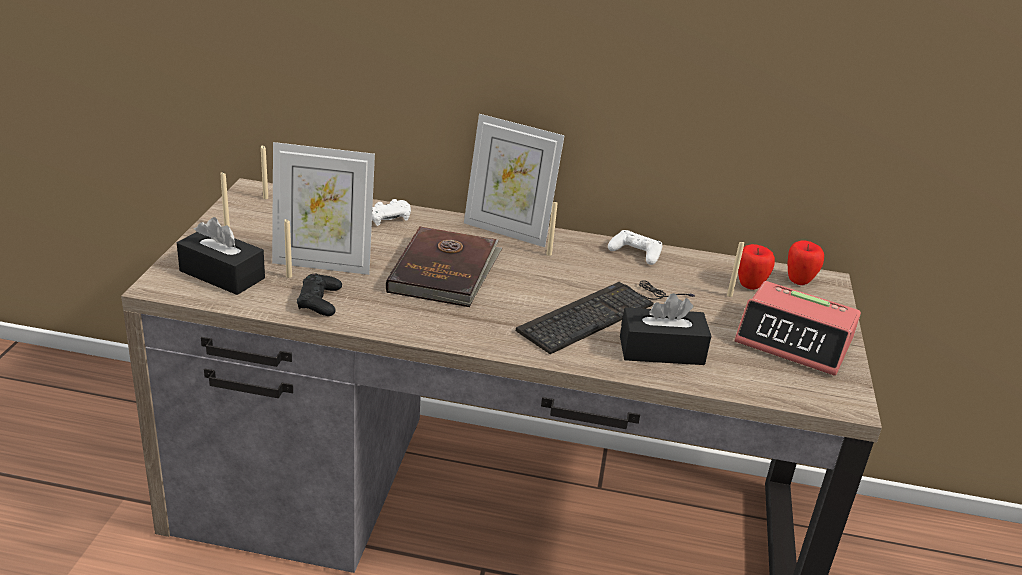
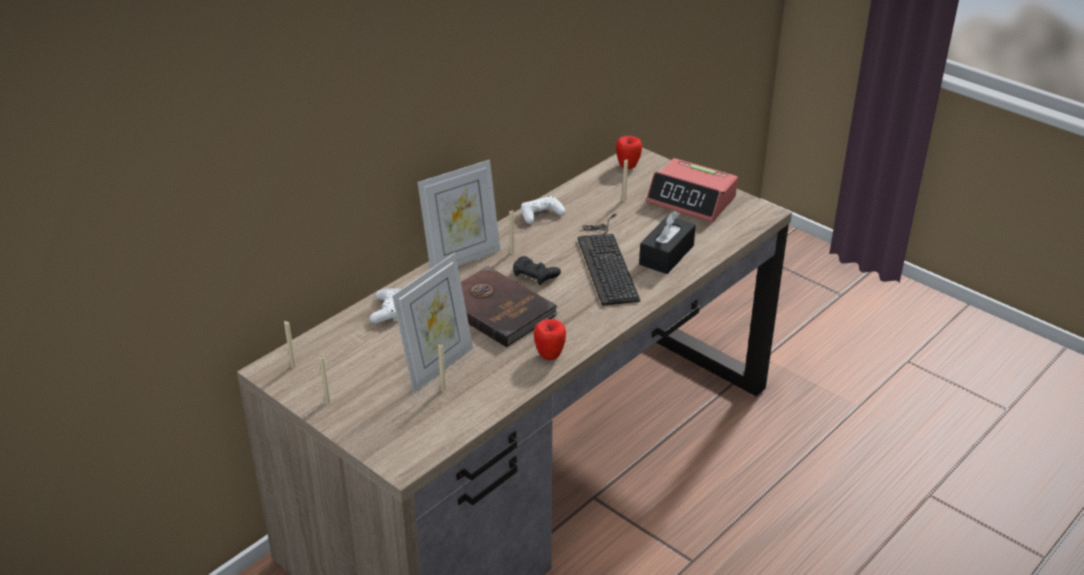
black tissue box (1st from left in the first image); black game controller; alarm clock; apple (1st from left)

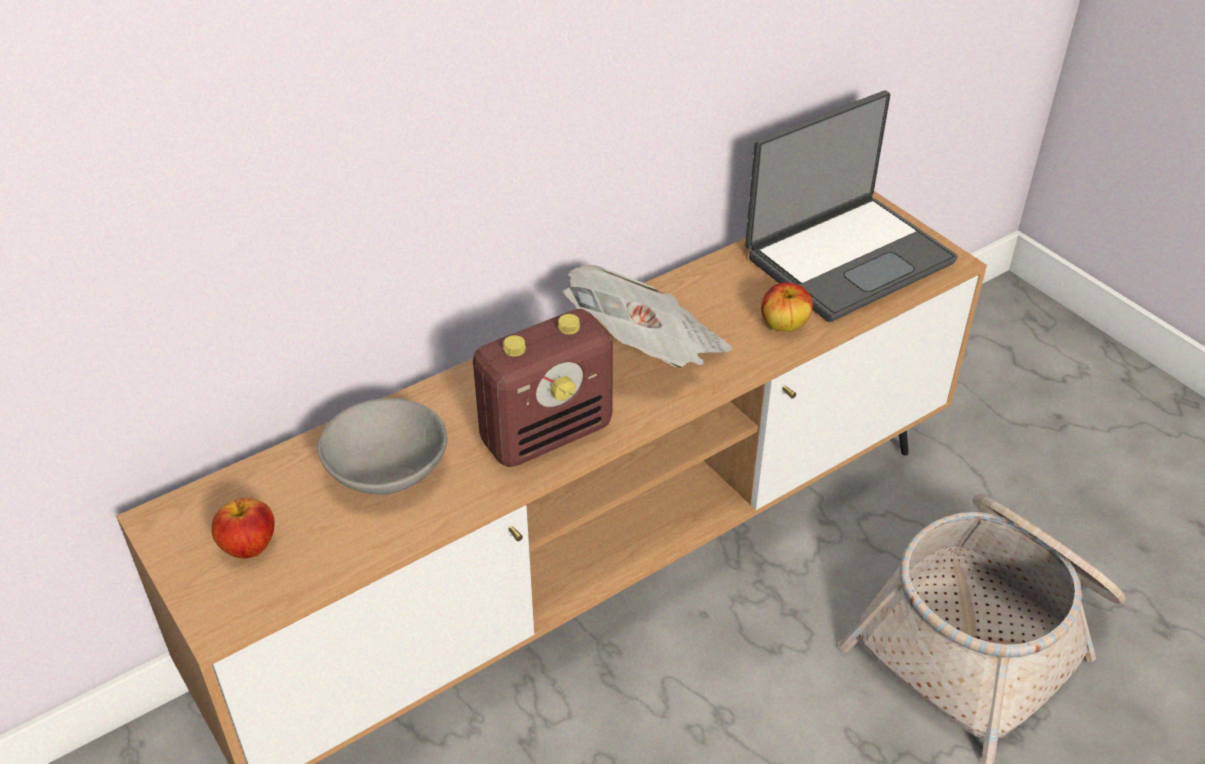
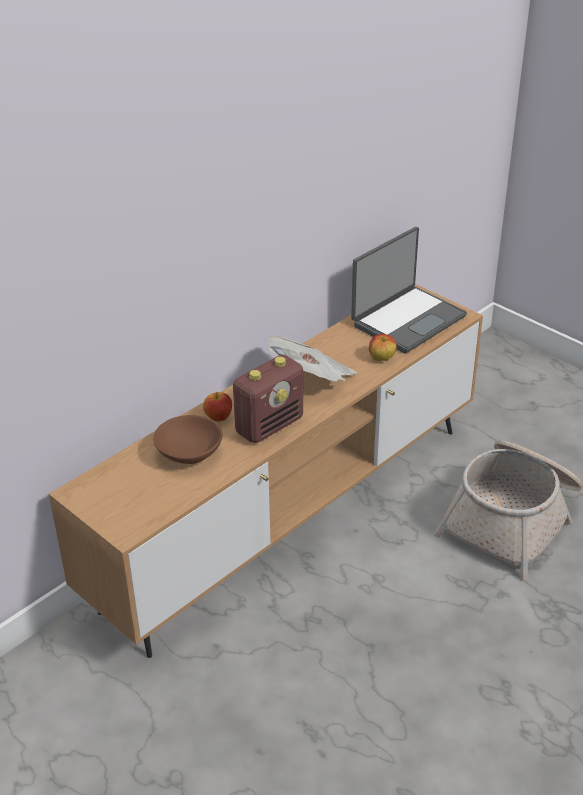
apple (1st from left); brown bowl

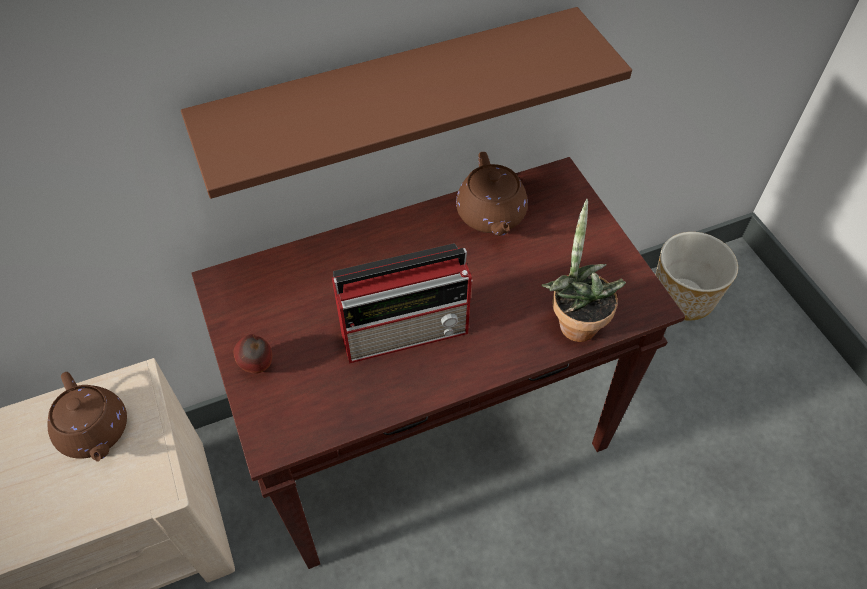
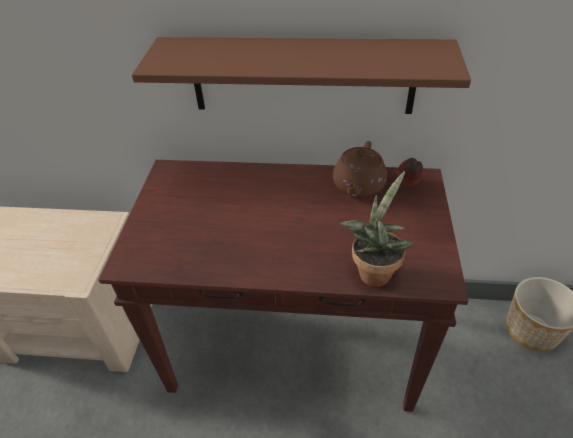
brown teapot (1st from left in the first image); apple; radio

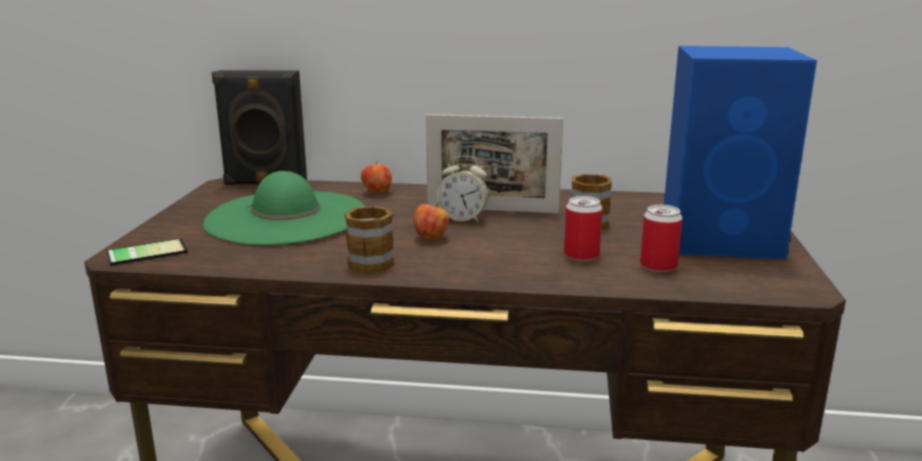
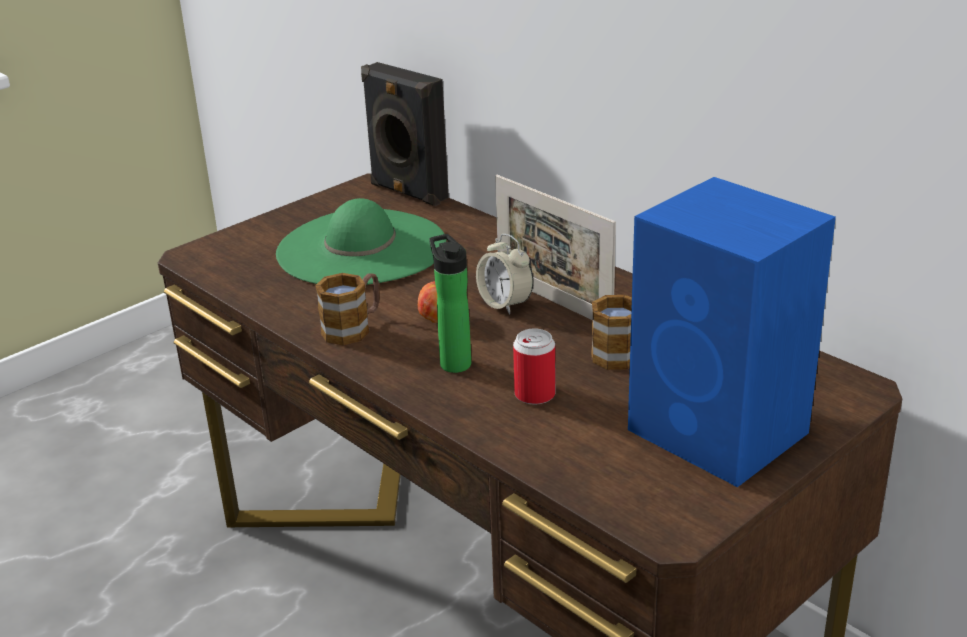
phone; apple (1st from left in the first image); can (2nd from left in the first image); bottle

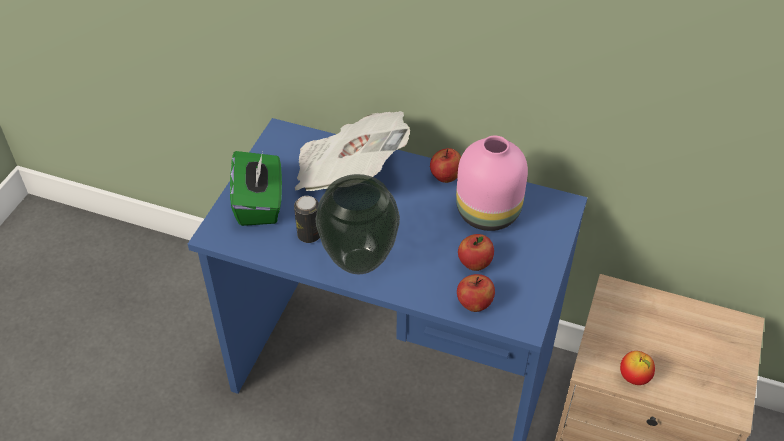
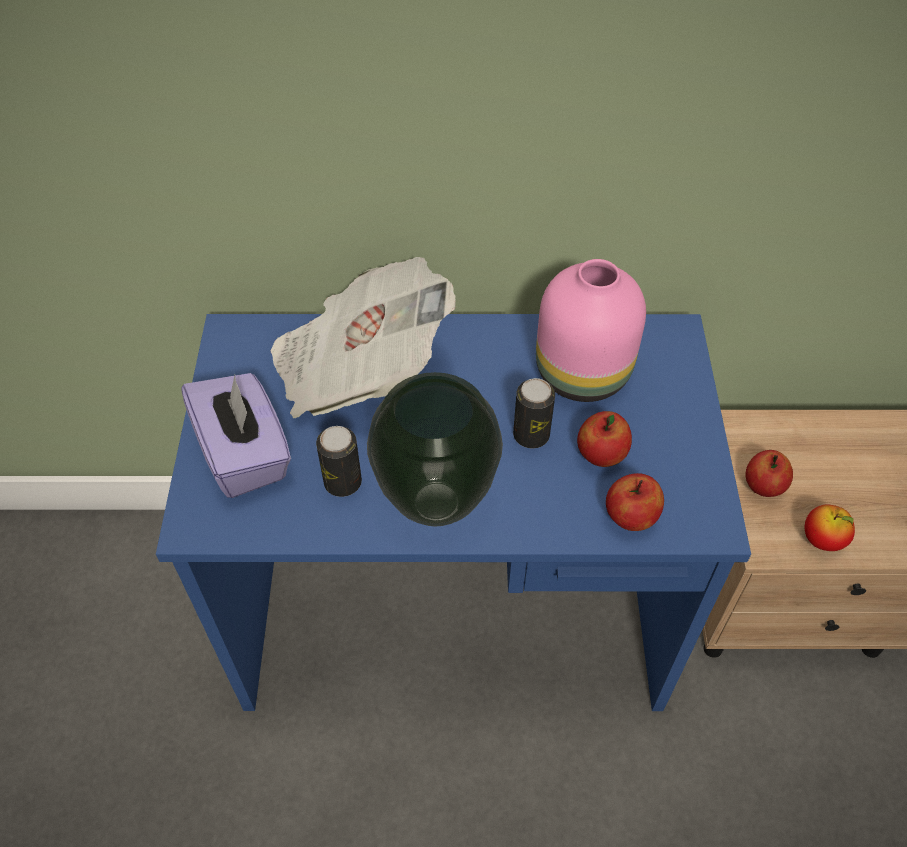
purple tissue box; apple (3rd from left); can (2nd from left)

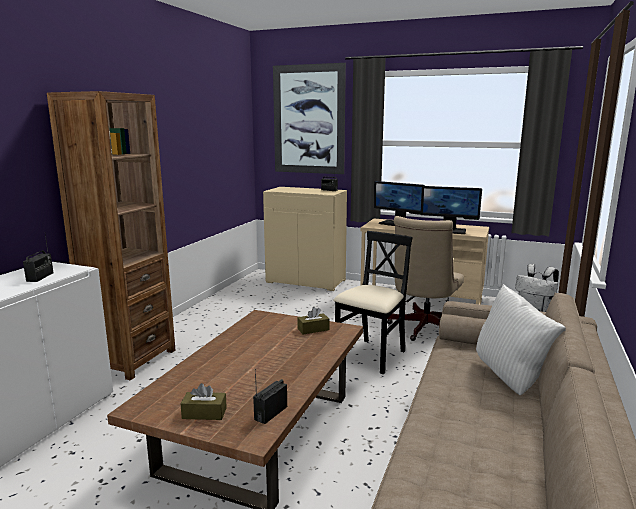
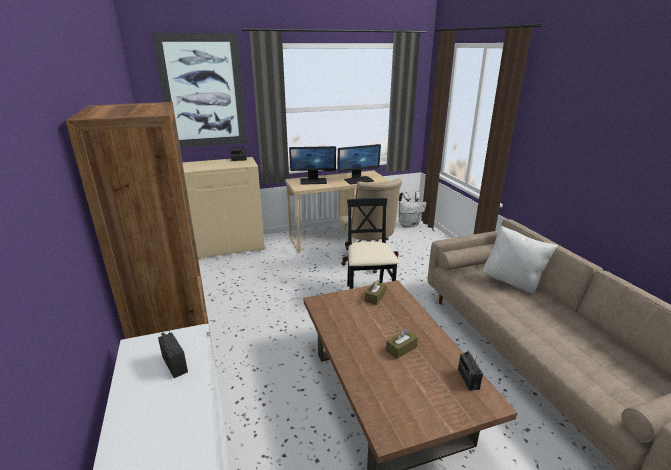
brown tissue box (2nd from left)

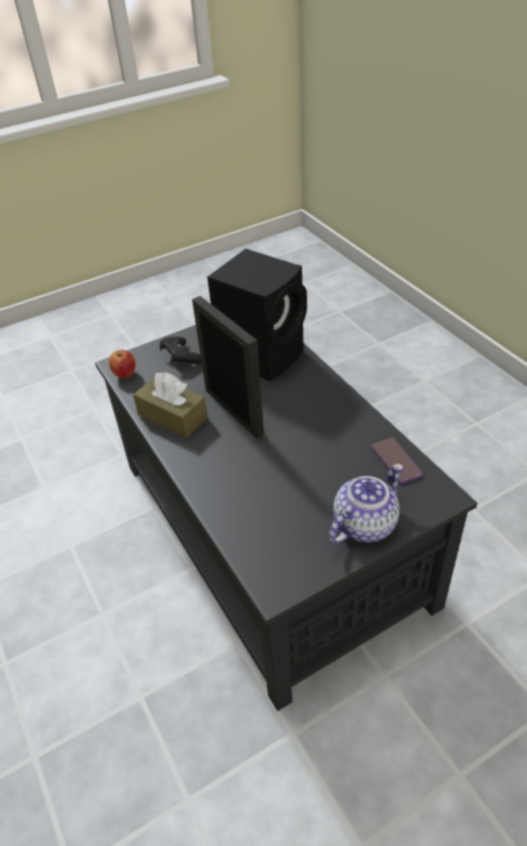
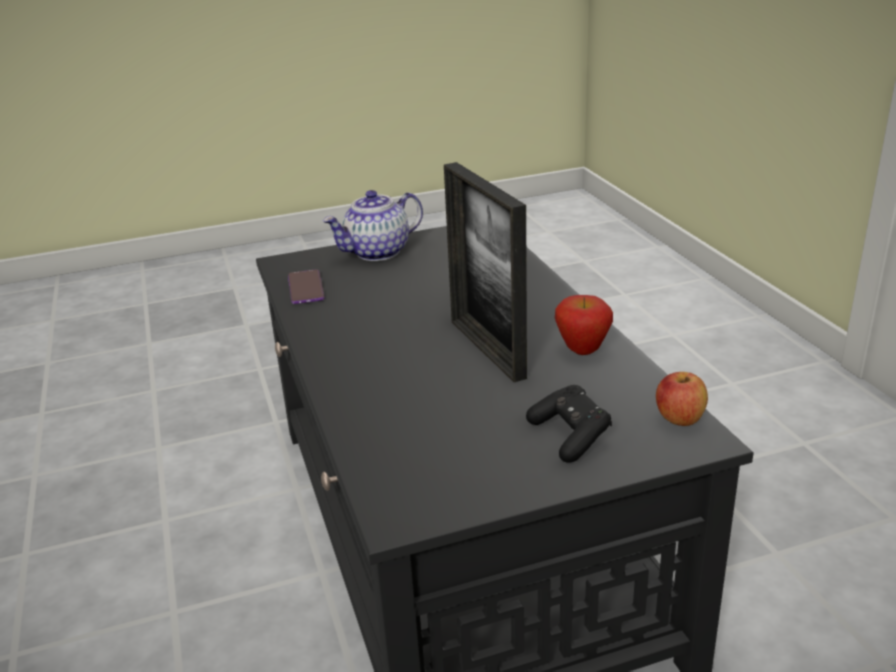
apple (1st from left); black speaker

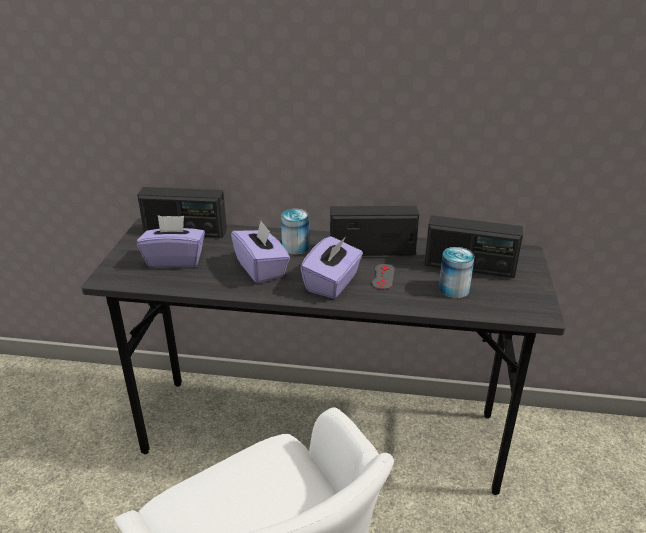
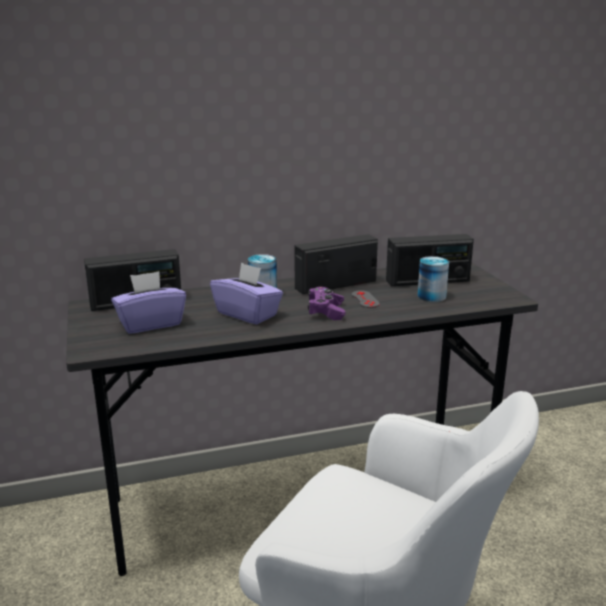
purple game controller

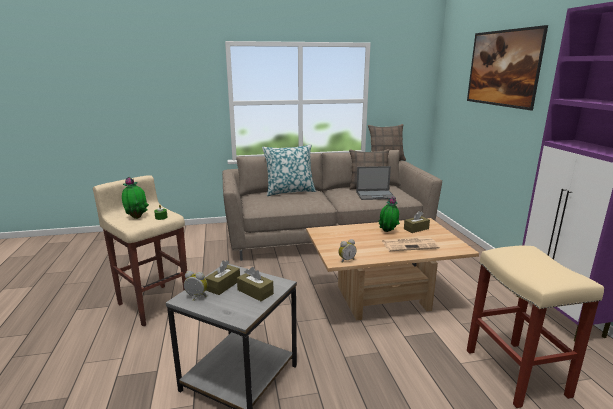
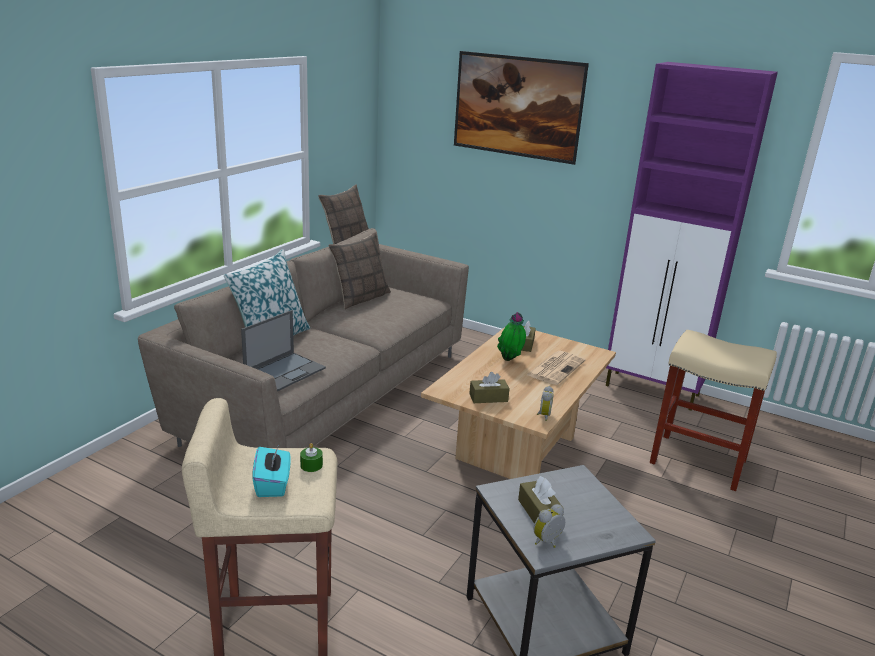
turquoise tissue box; brown tissue box (1st from left); laptop

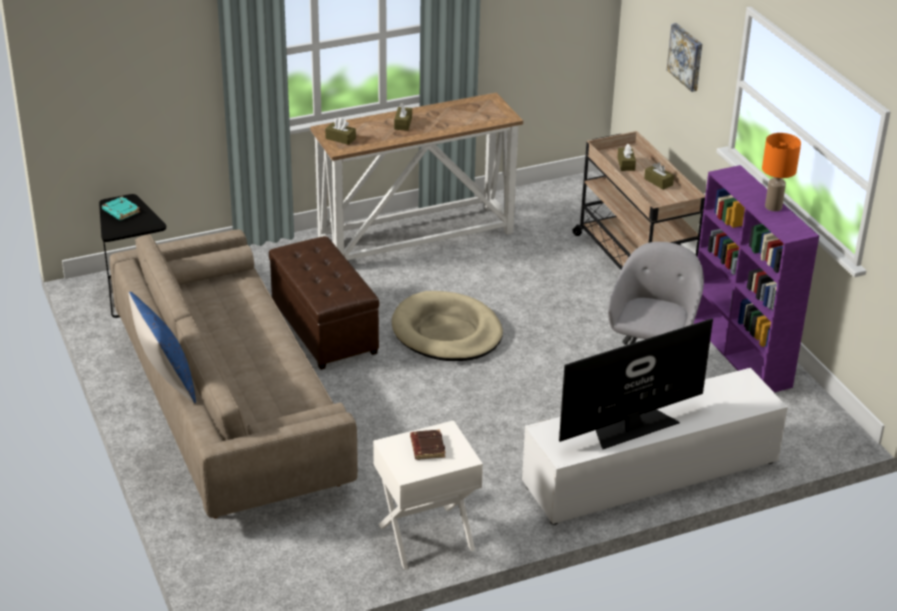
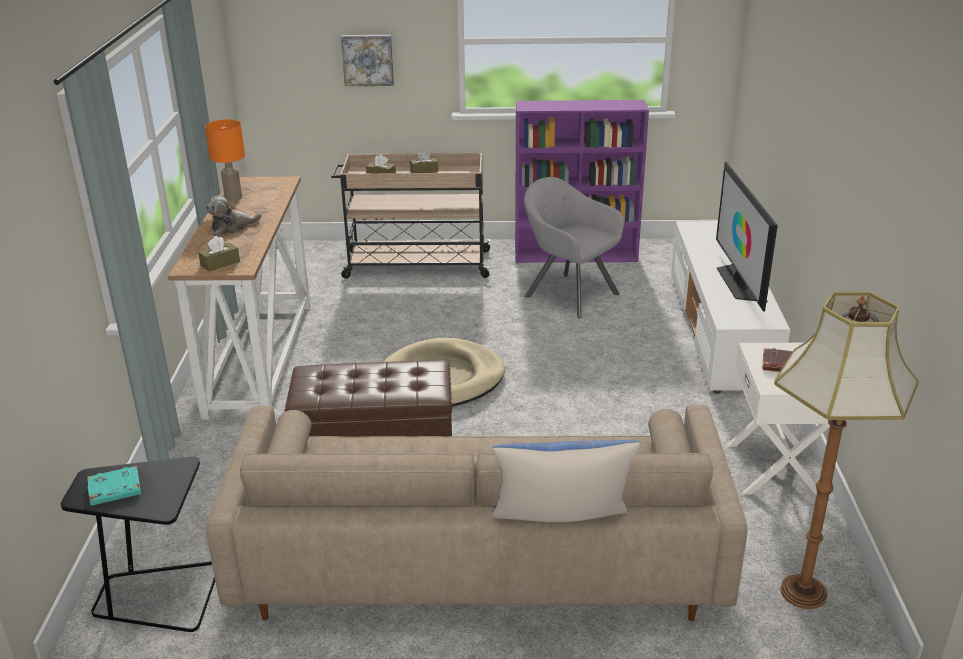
plush toy; orange table lamp; floor lamp

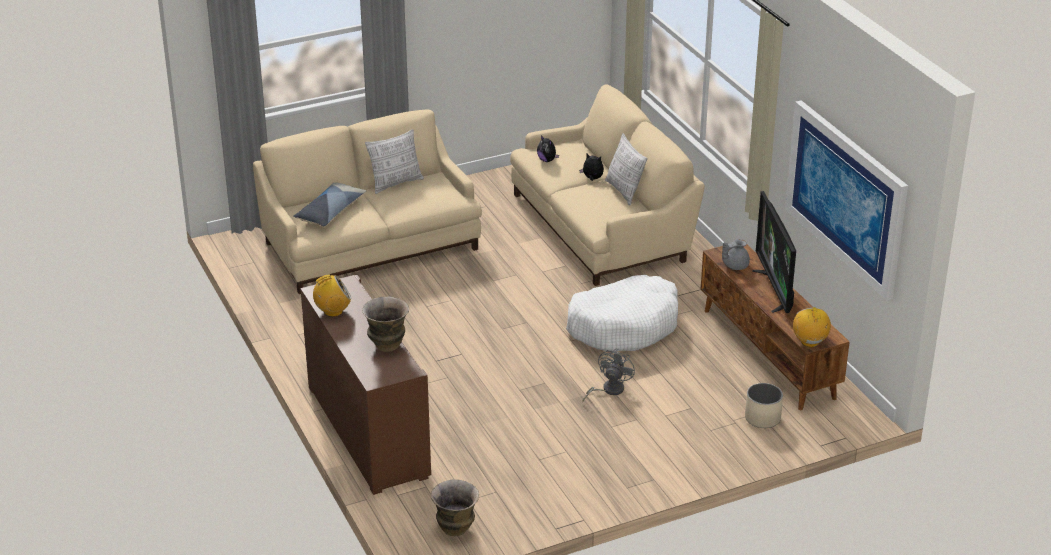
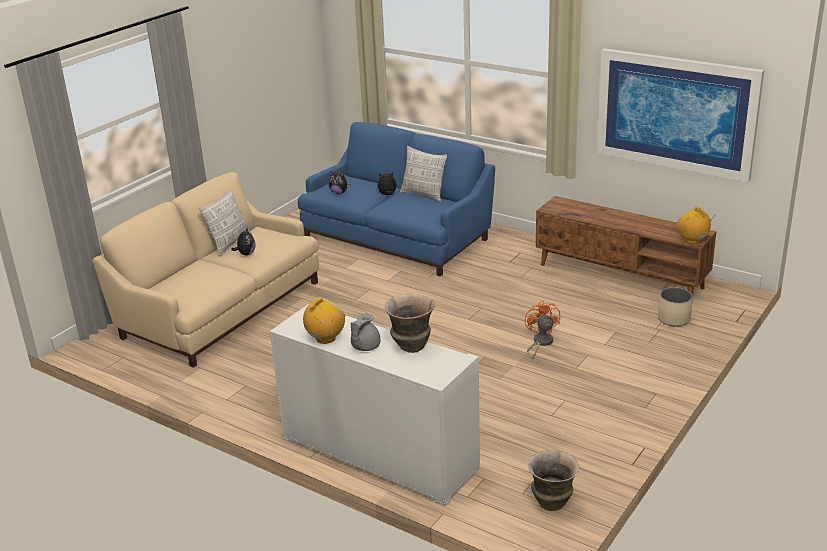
pillow (1st from left in the first image); white cabinet; blue sofa; white dog bed; orange fan; grey teapot; television; plush toy (1st from left)

